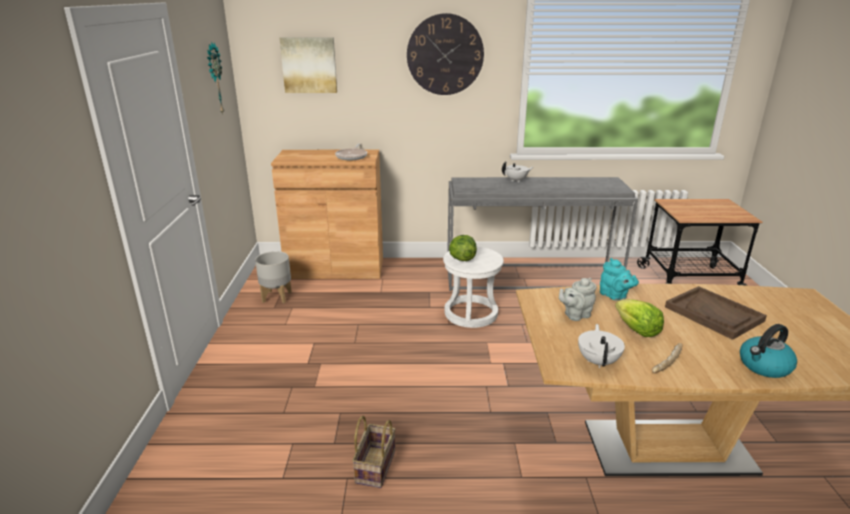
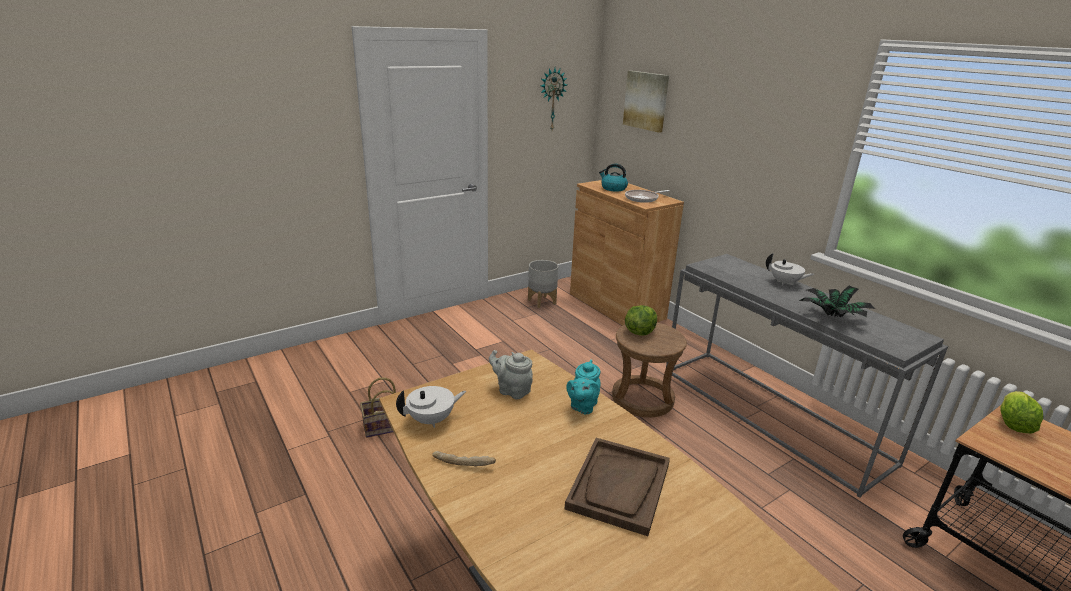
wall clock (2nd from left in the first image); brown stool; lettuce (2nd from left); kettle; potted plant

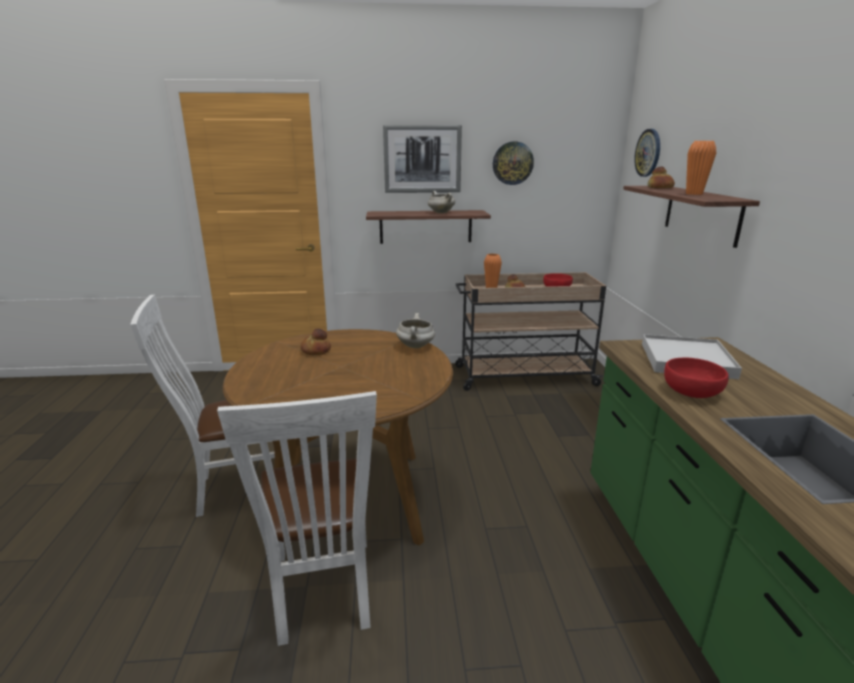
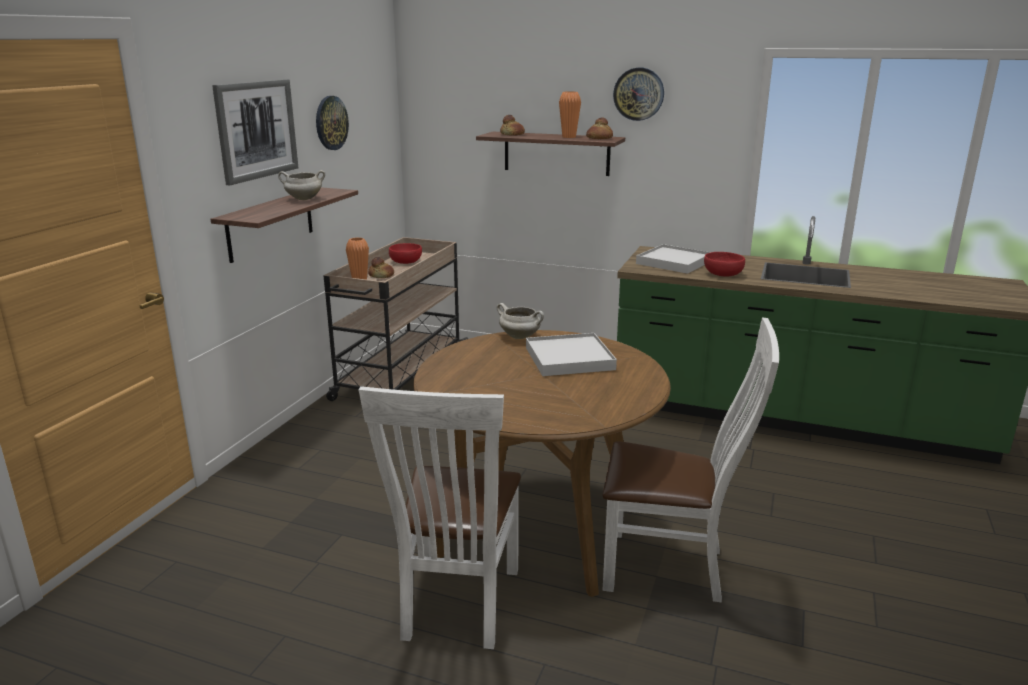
bread (3rd from left); wall clock (2nd from left); white tray (1st from left)

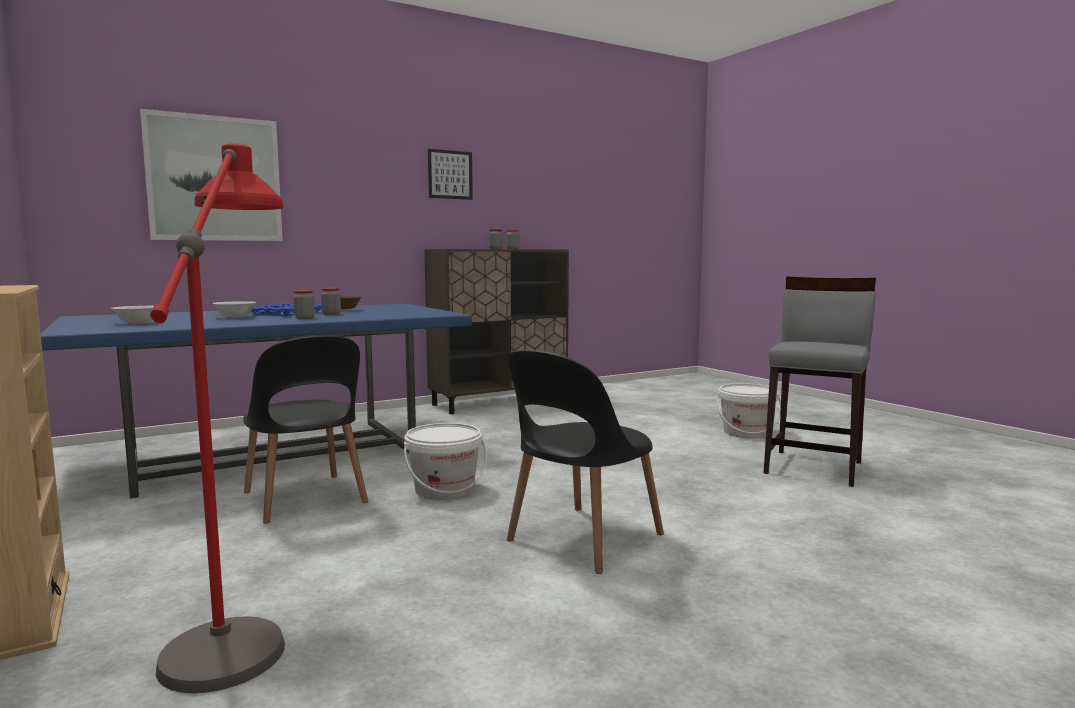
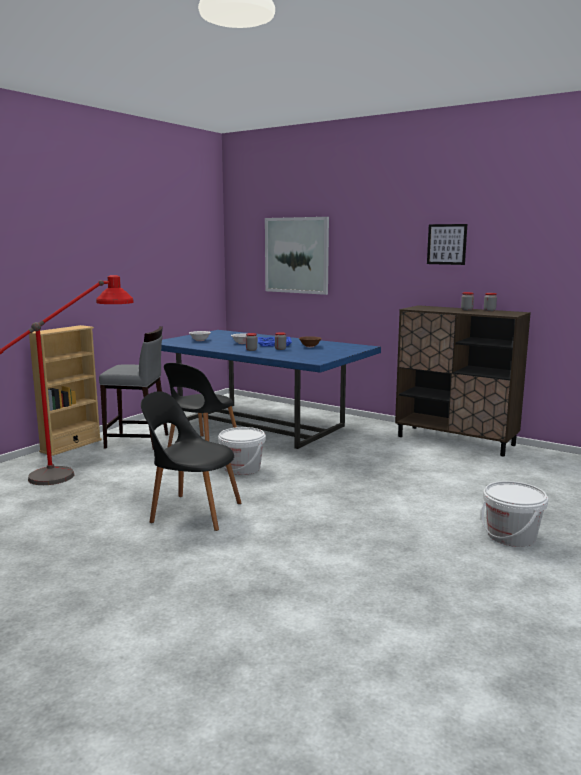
grey stool

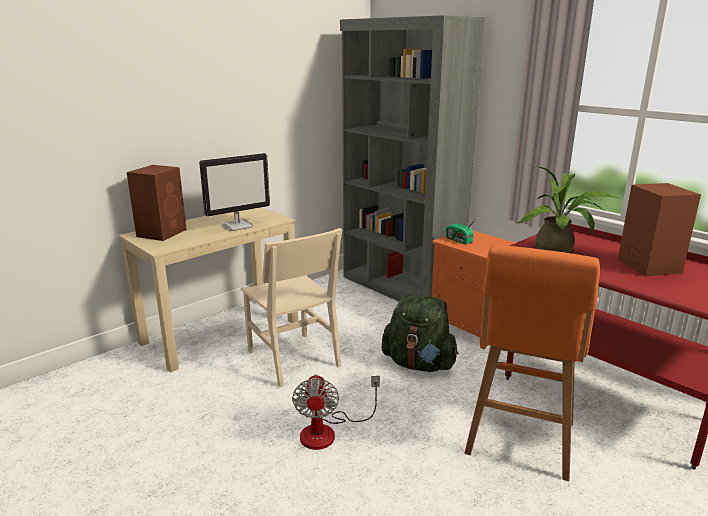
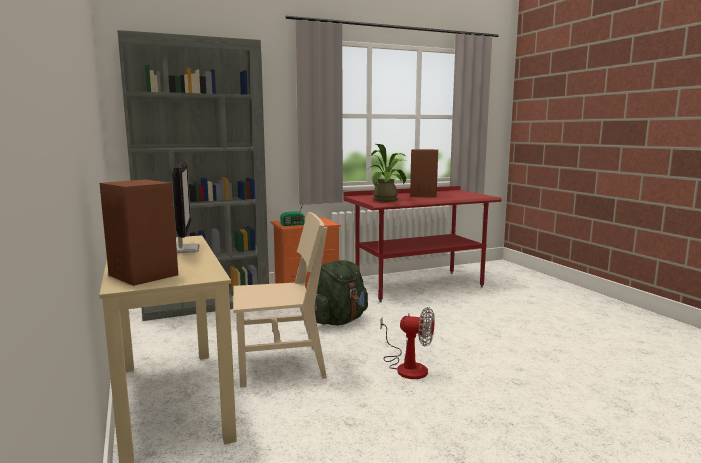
orange stool

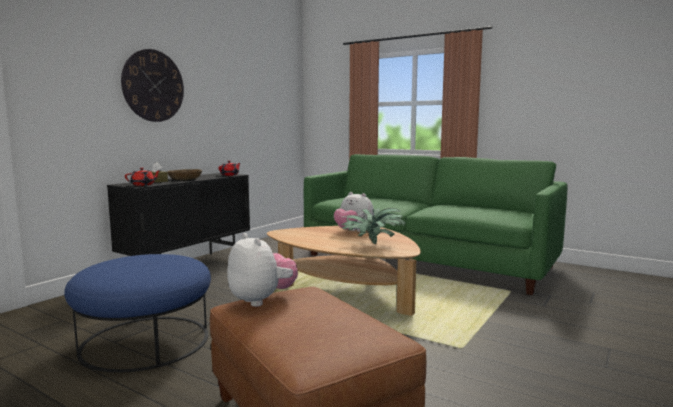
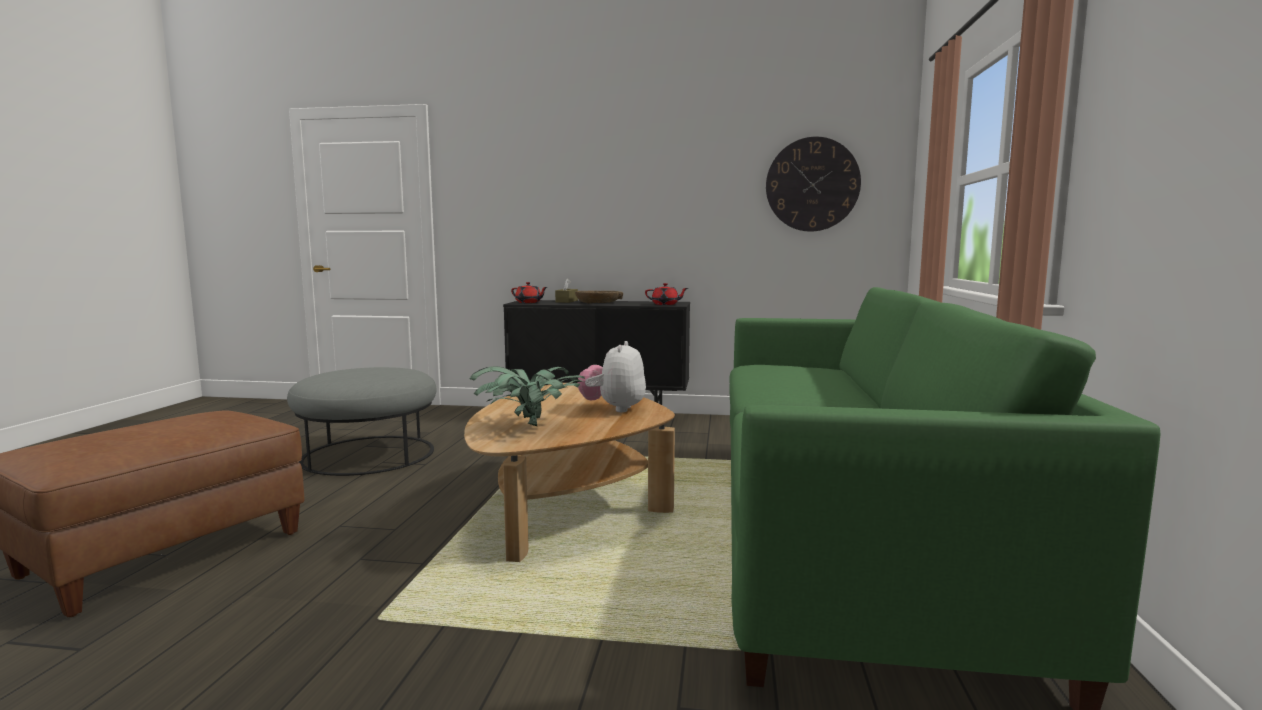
grey ottoman; wall clock; plush toy (1st from left in the first image)

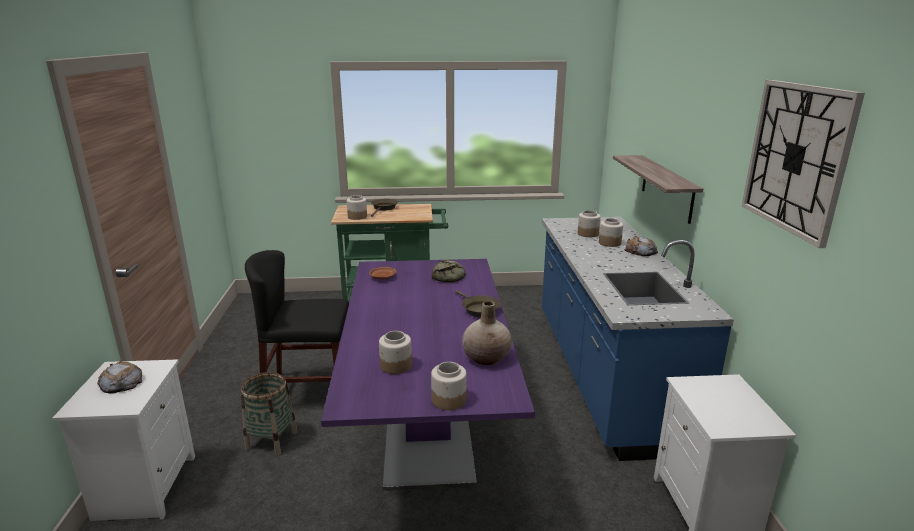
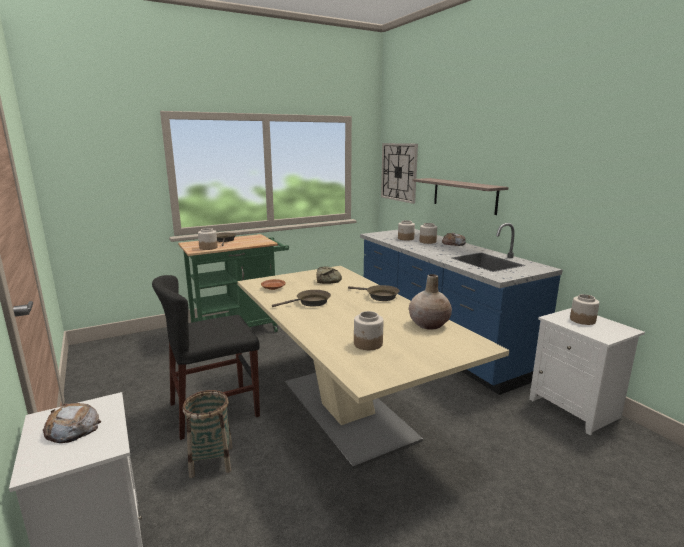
beige dining table; jar (5th from left); wall clock; brown frying pan (2nd from left)

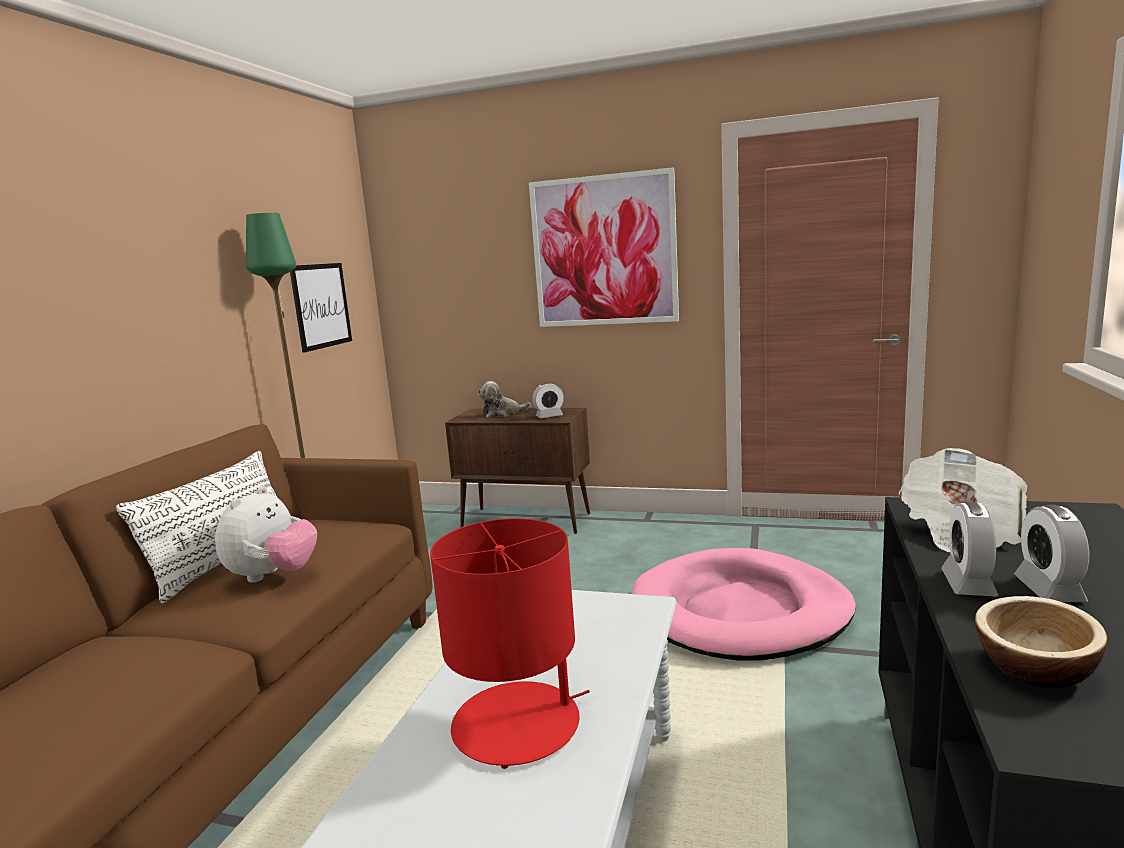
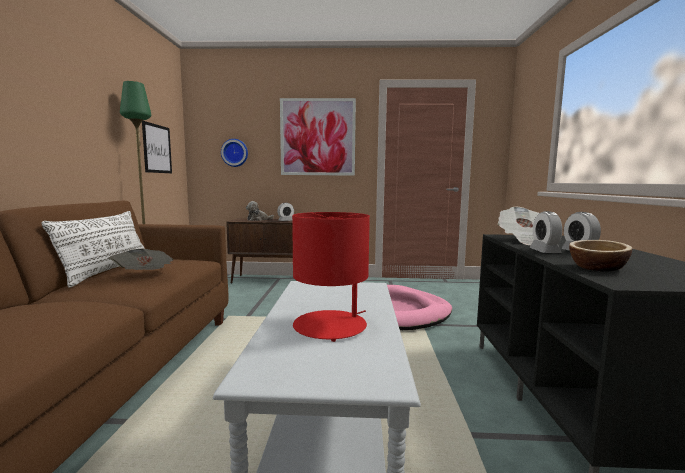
newspaper (1st from left); wall clock

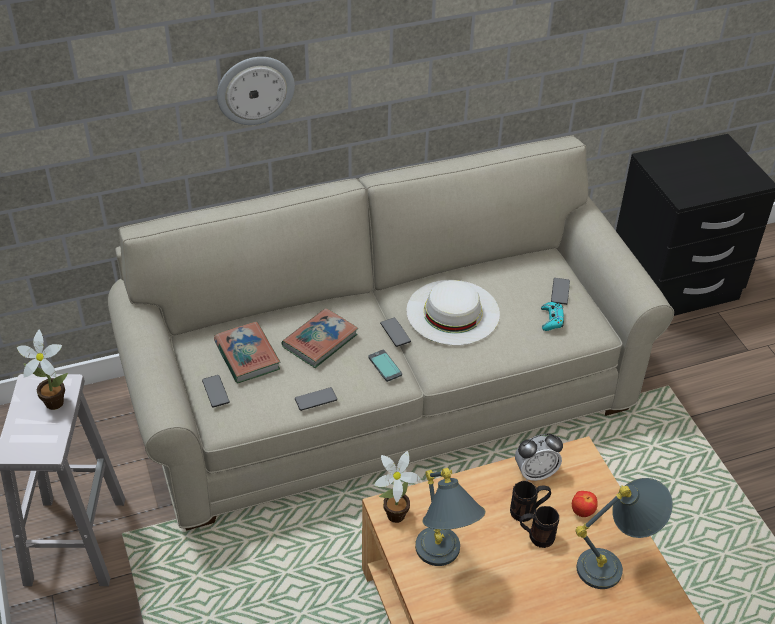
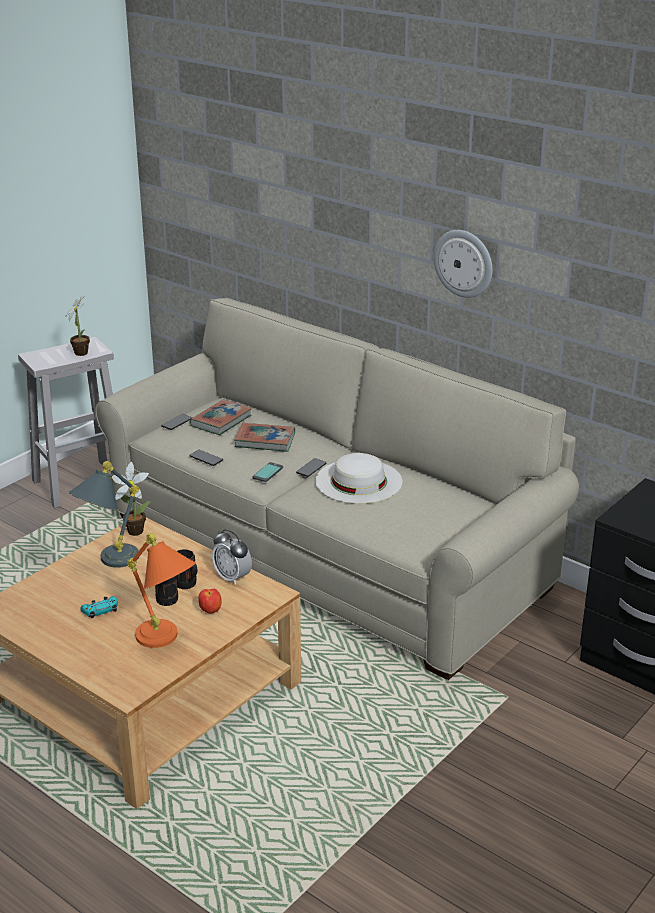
wall clock; turquoise game controller; phone (5th from left in the first image); orange table lamp

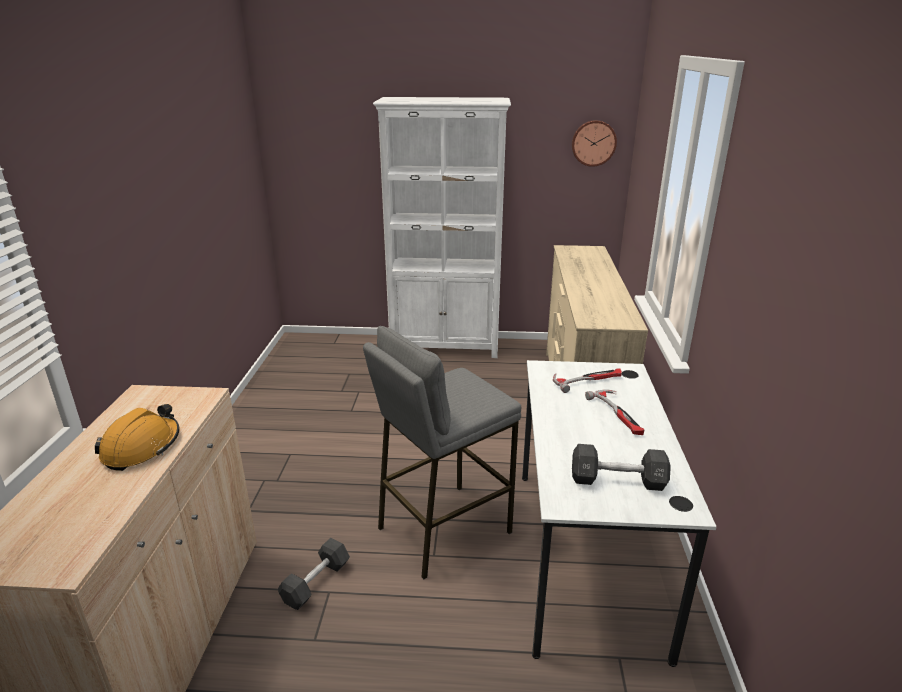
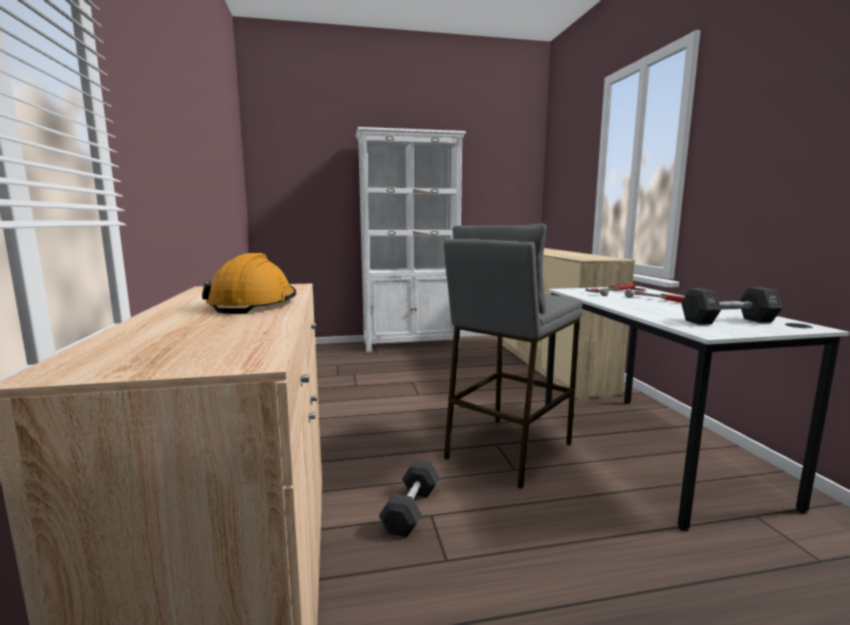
wall clock

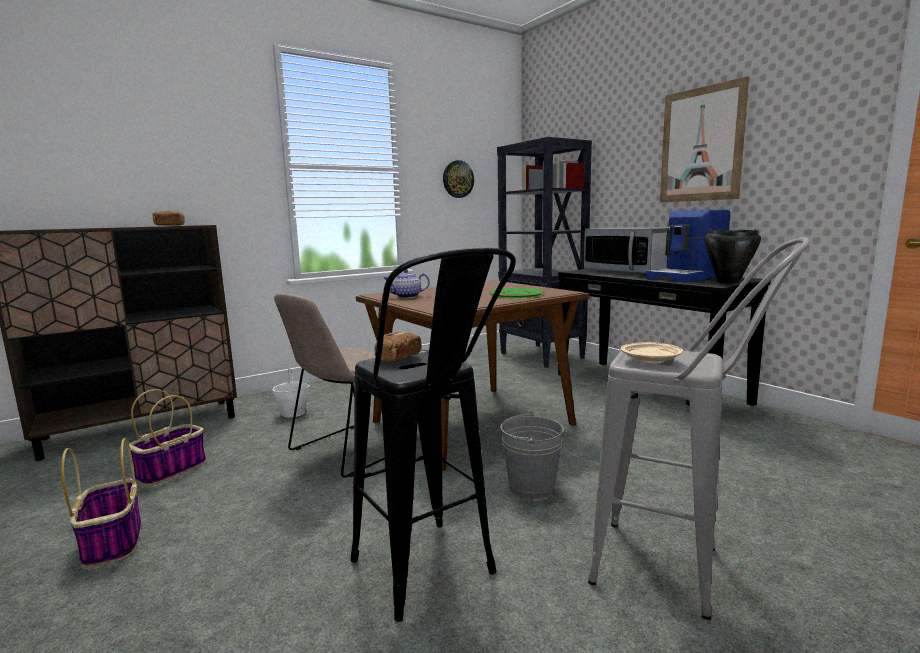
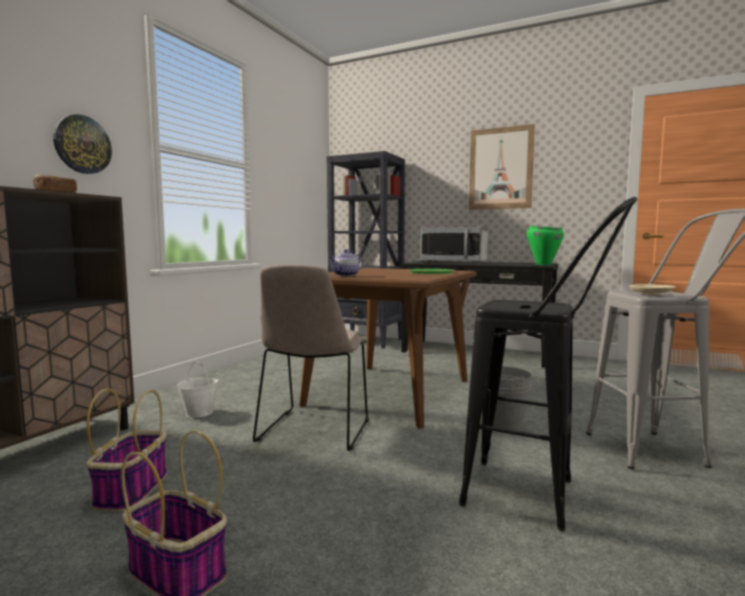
bread (2nd from left in the first image); wall clock; coffee machine; green cooking pot

